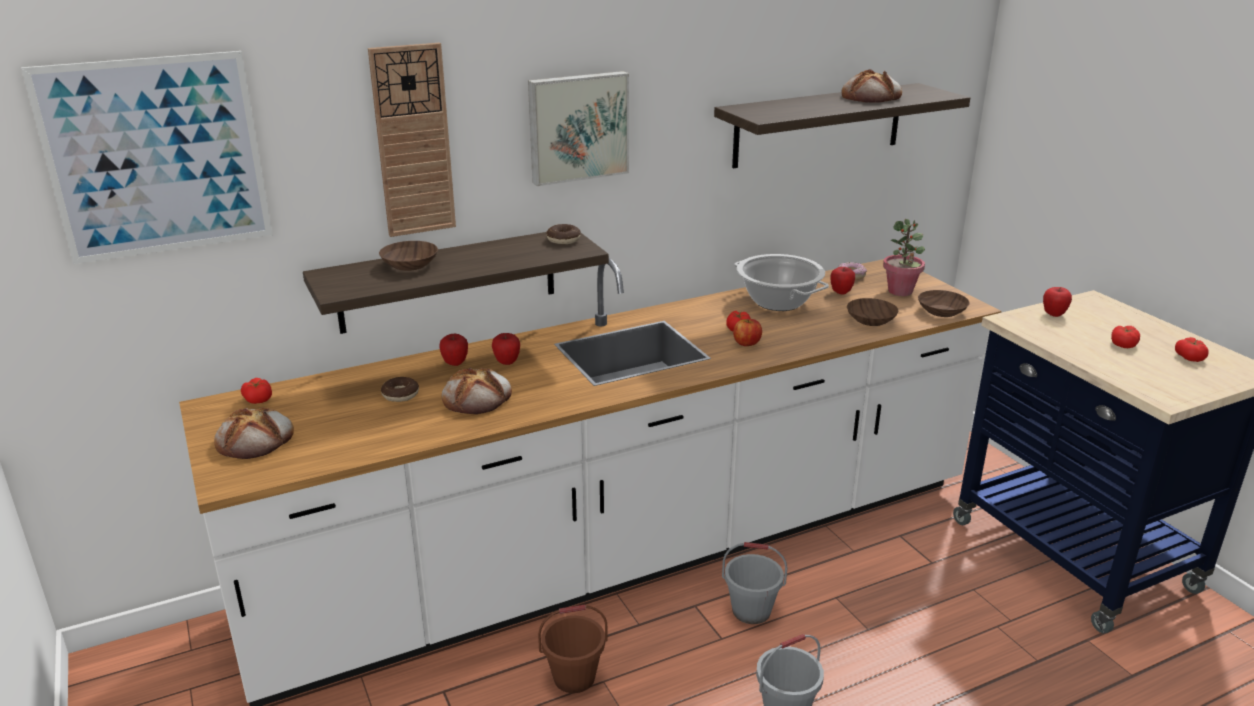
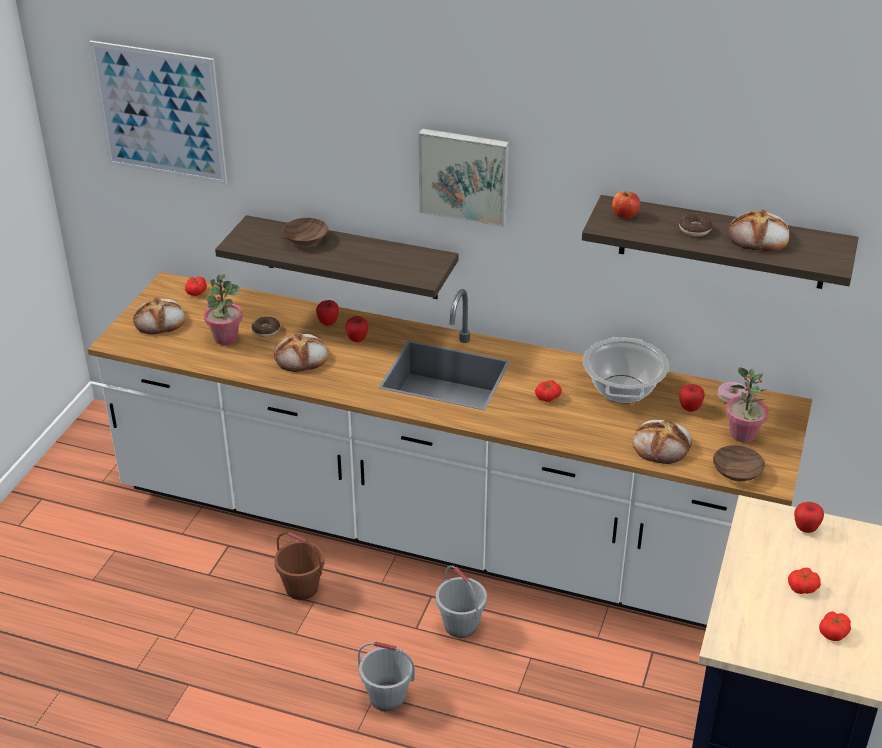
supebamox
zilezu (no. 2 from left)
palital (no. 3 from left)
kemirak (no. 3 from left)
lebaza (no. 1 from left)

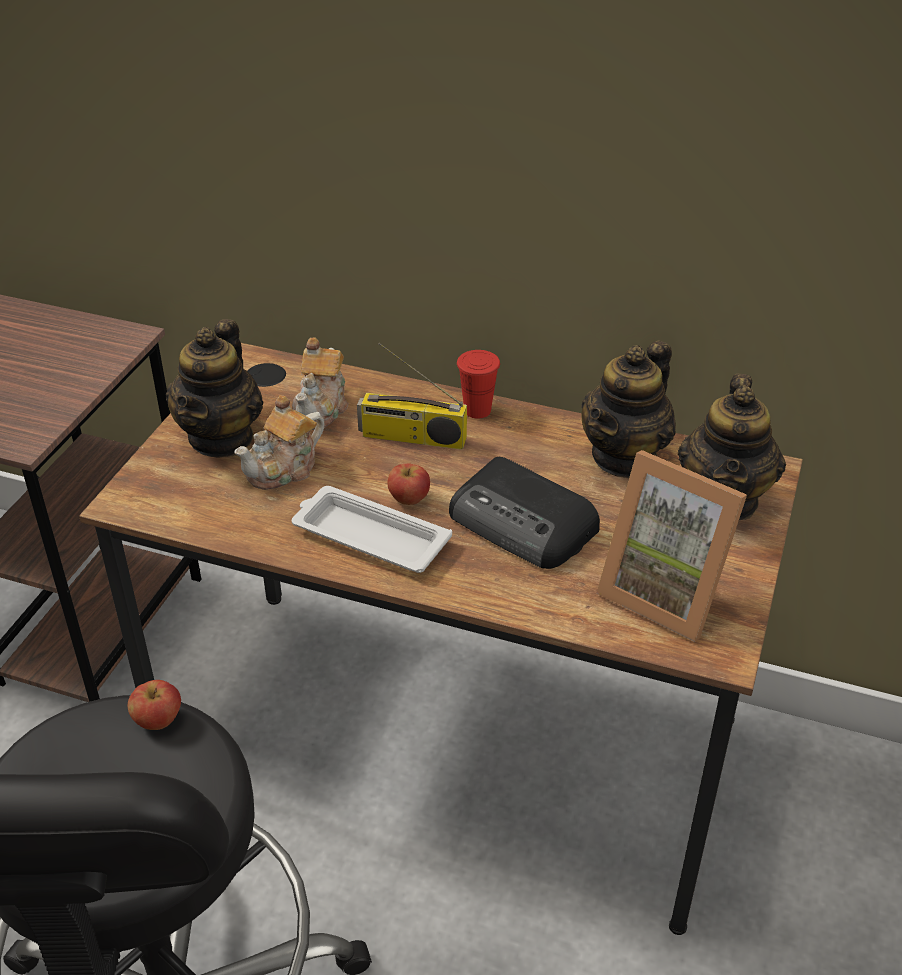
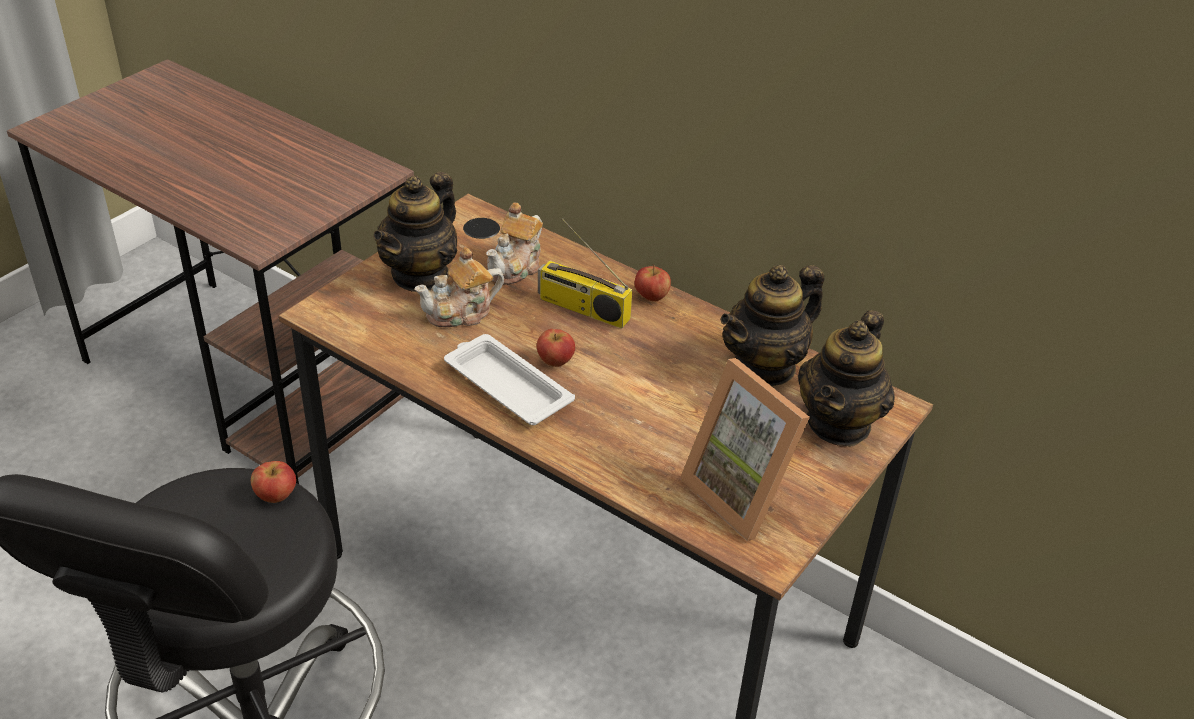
kemirak (no. 3 from left)
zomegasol (no. 2 from left in the first image)

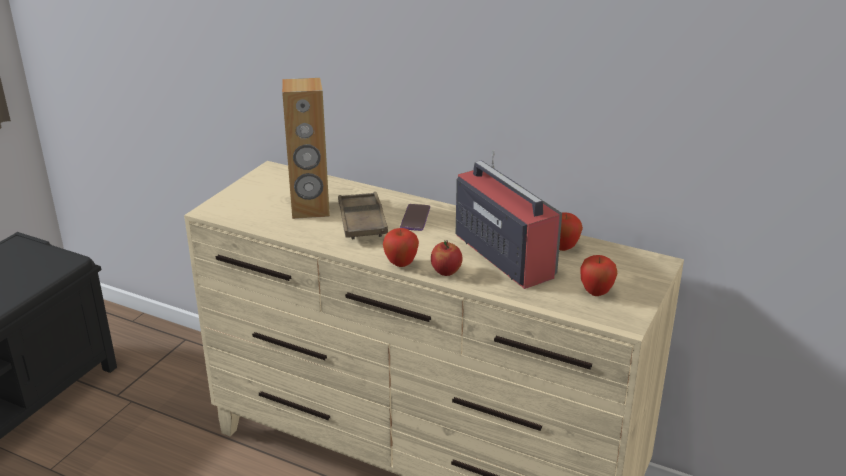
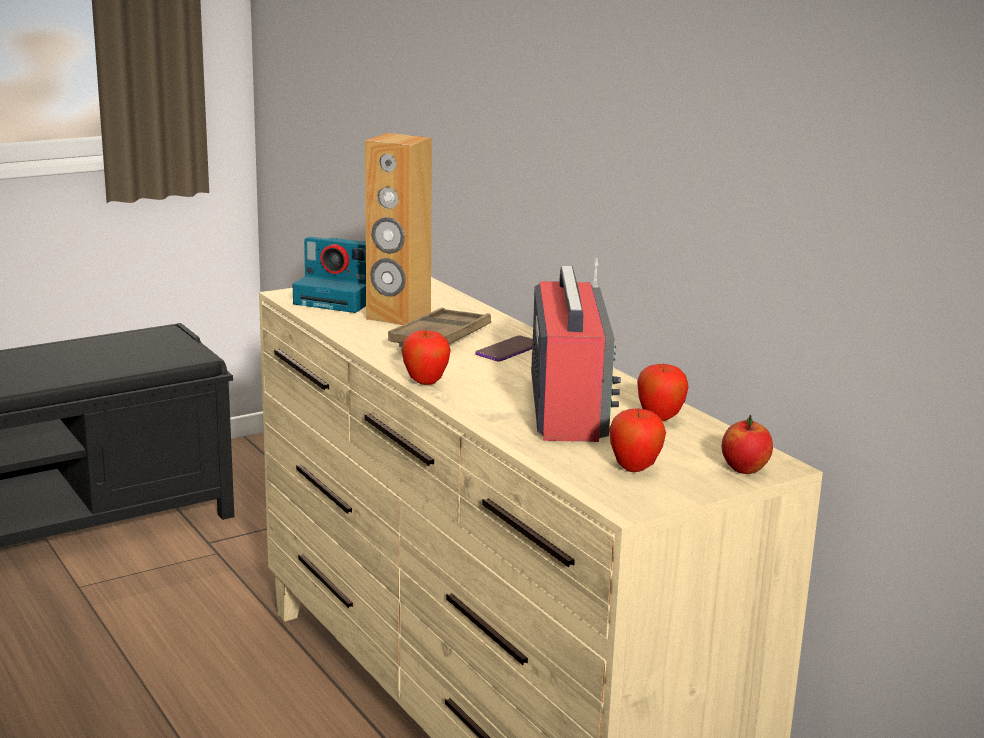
kemirak (no. 4 from left)
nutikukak

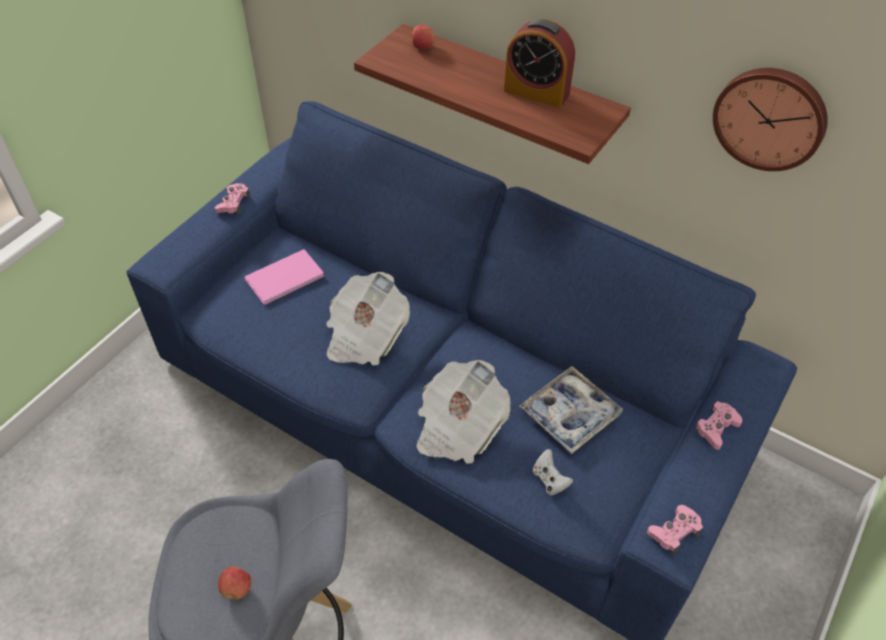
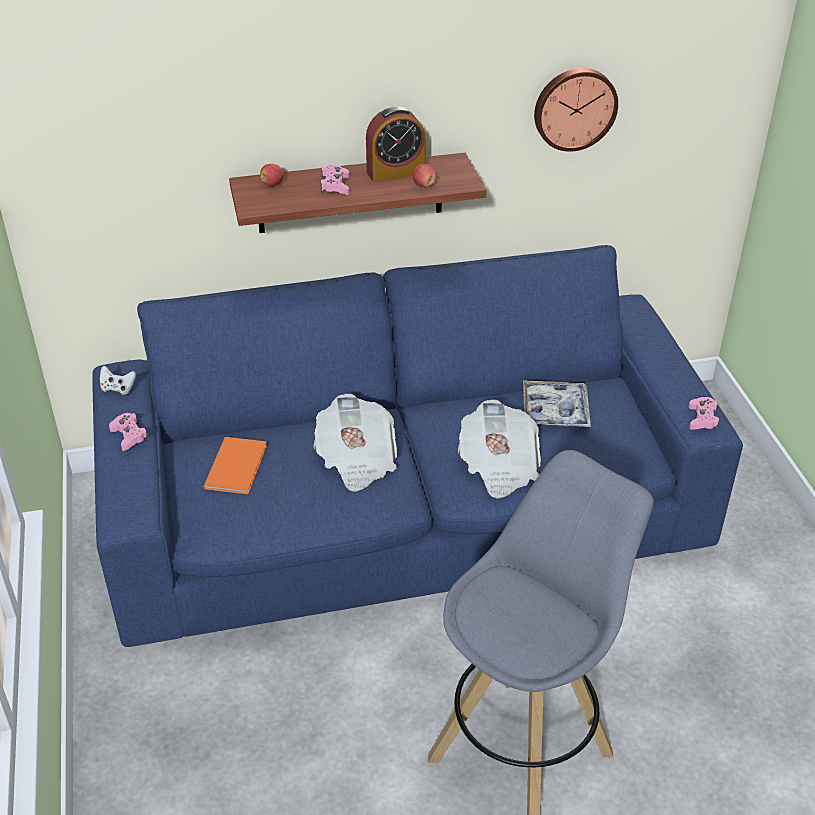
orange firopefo
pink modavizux (no. 2 from left)
white modavizux
kemirak (no. 2 from left)

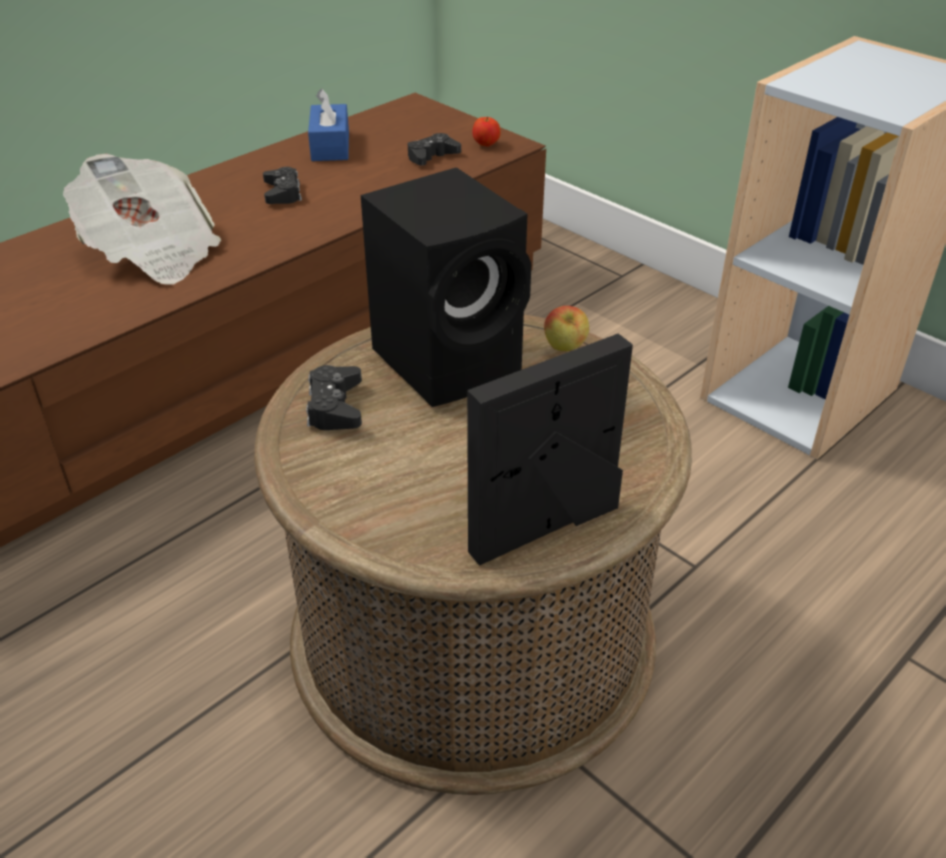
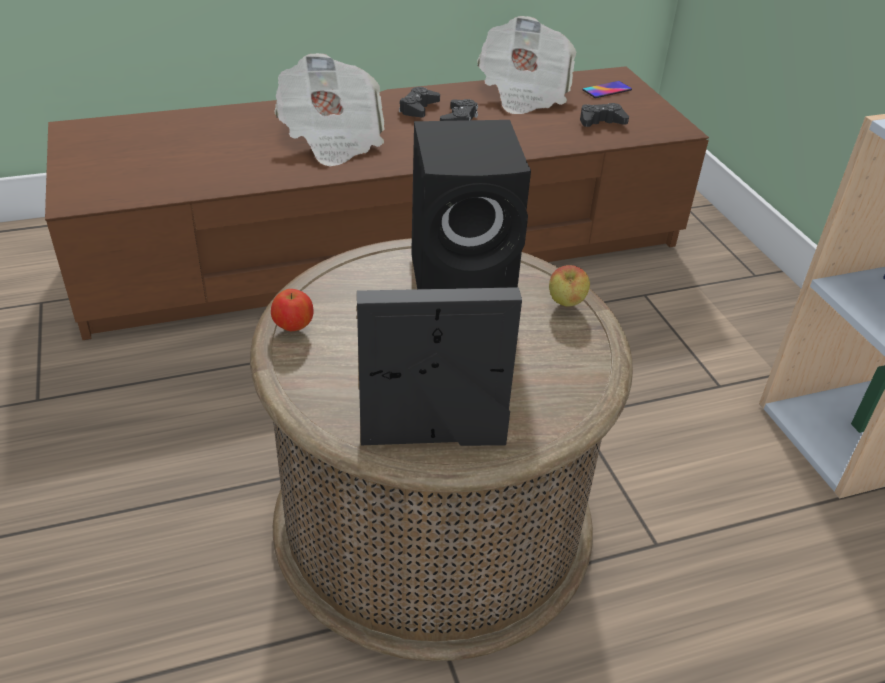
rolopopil (no. 2 from left)
kemirak (no. 1 from left)
black modavizux (no. 1 from left)
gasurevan

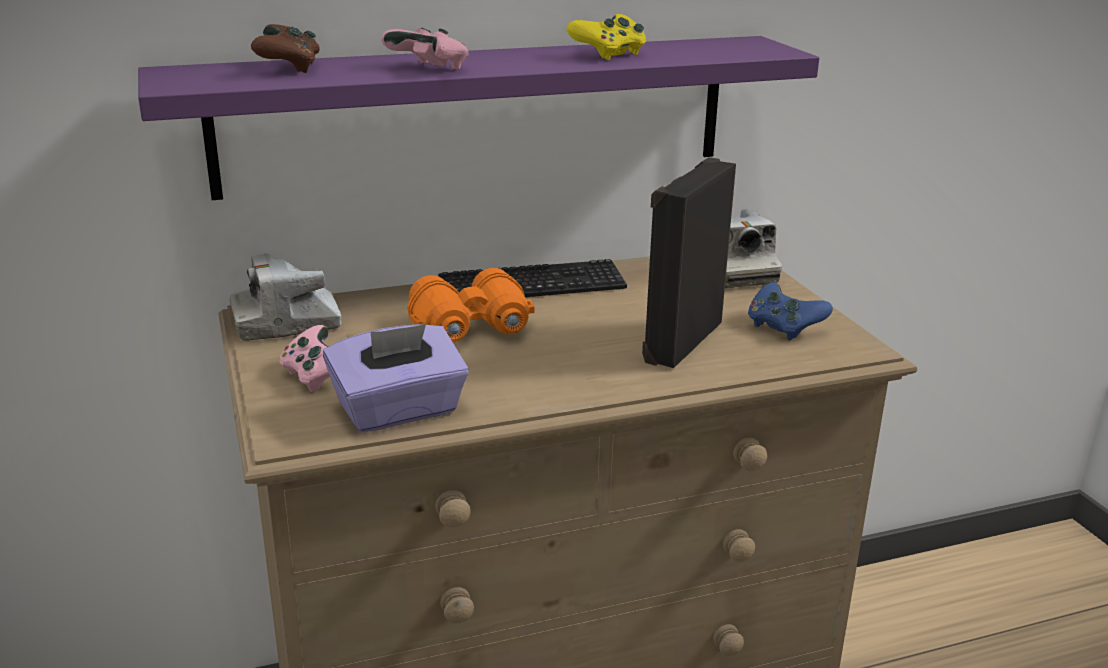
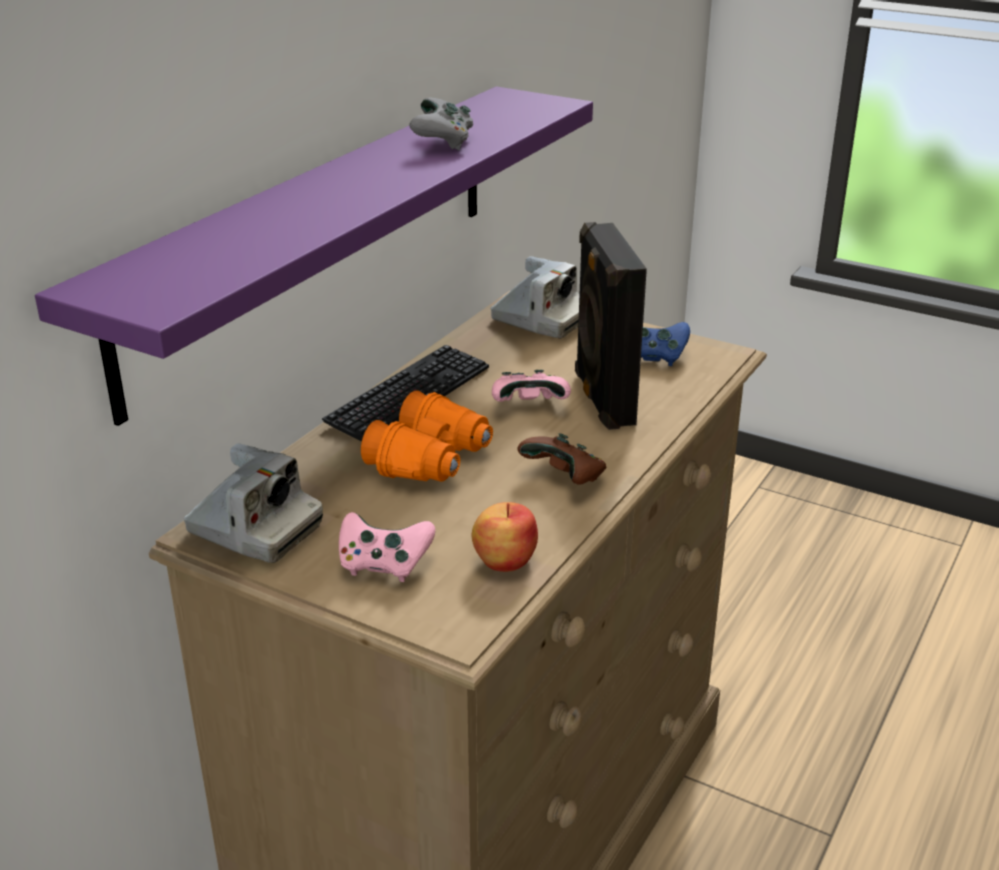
grey modavizux
brown modavizux
pink modavizux (no. 2 from left)
nutikukak (no. 1 from left)
kemirak

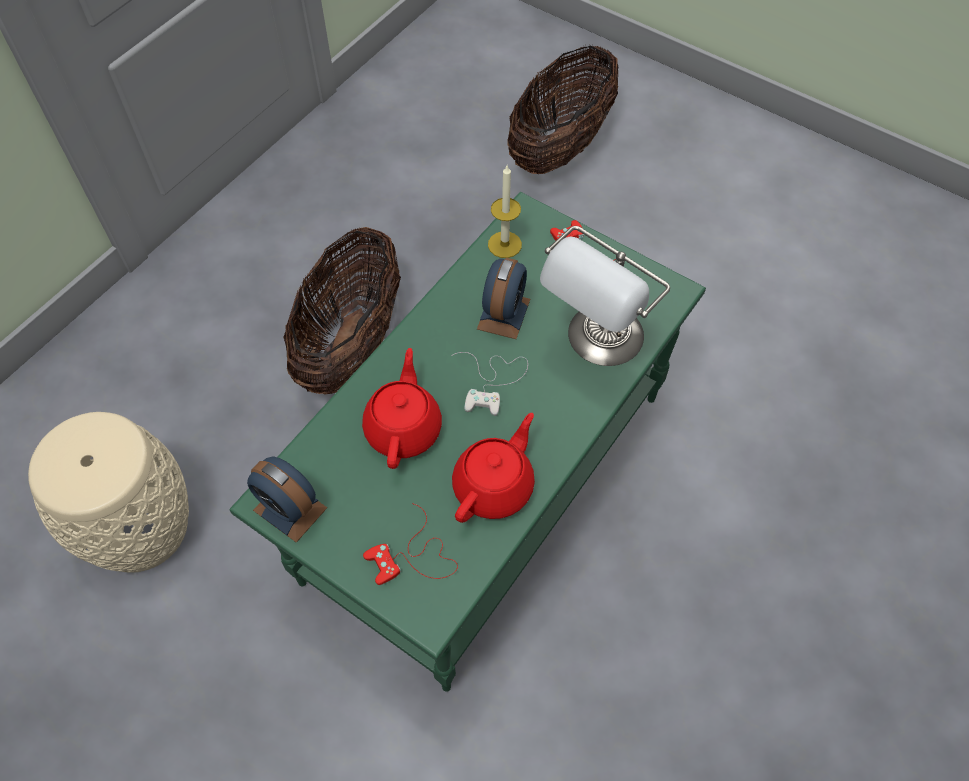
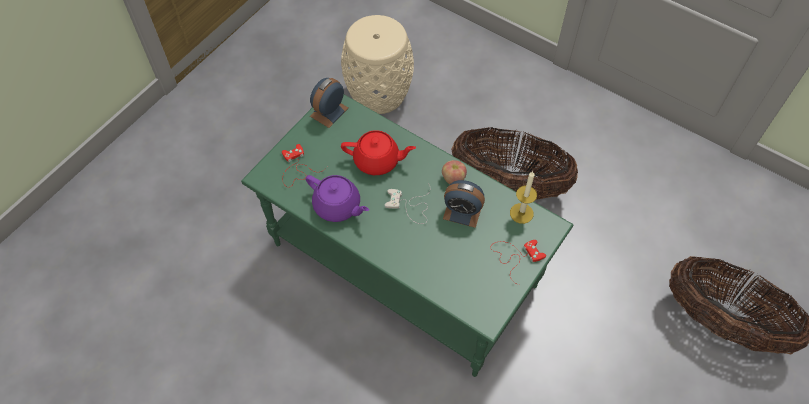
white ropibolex
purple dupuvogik
kemirak

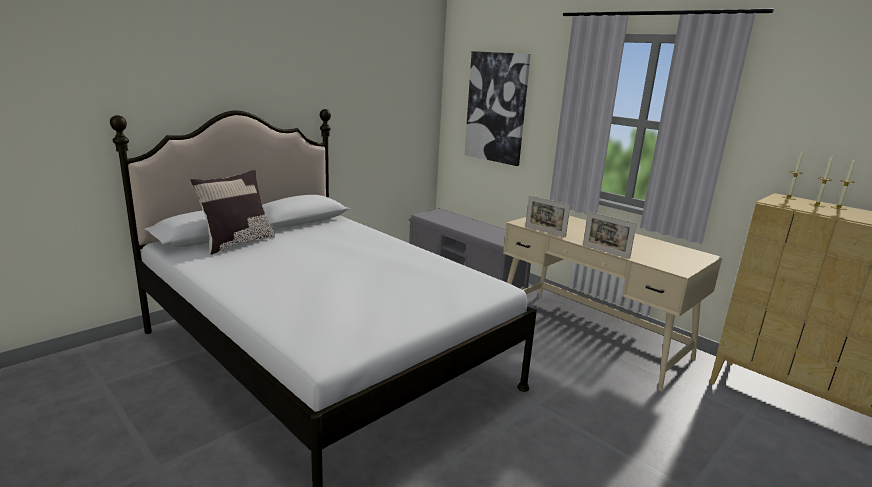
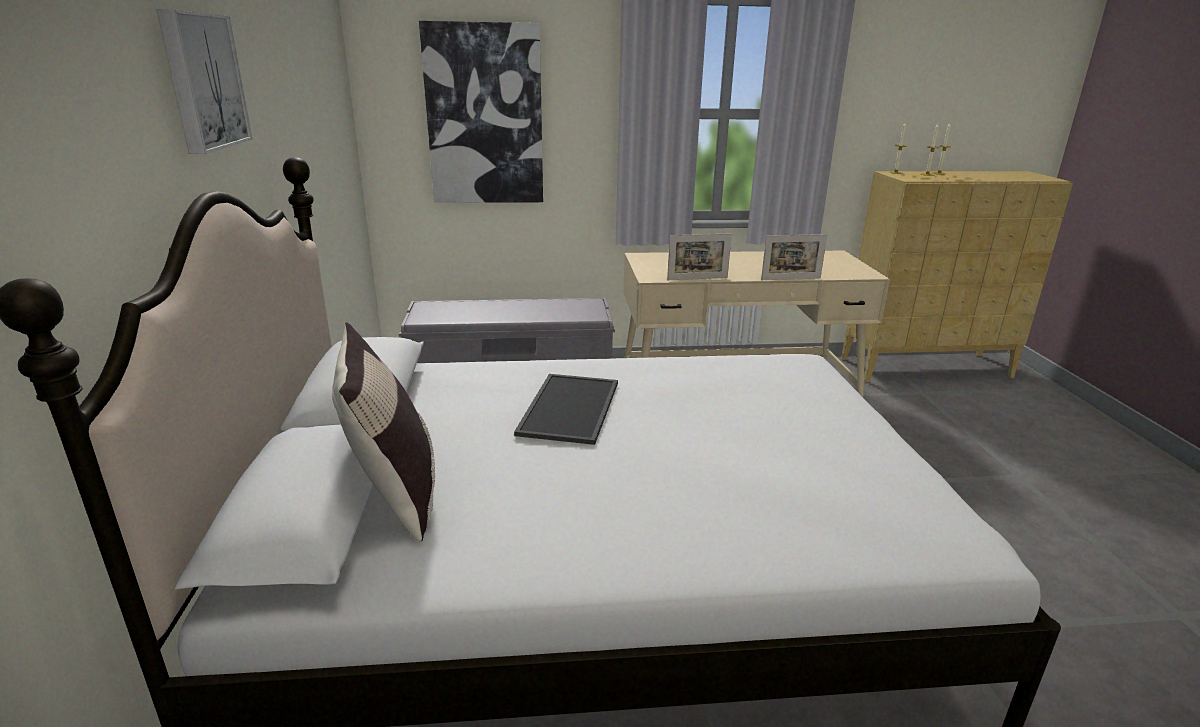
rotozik (no. 1 from left)
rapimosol

